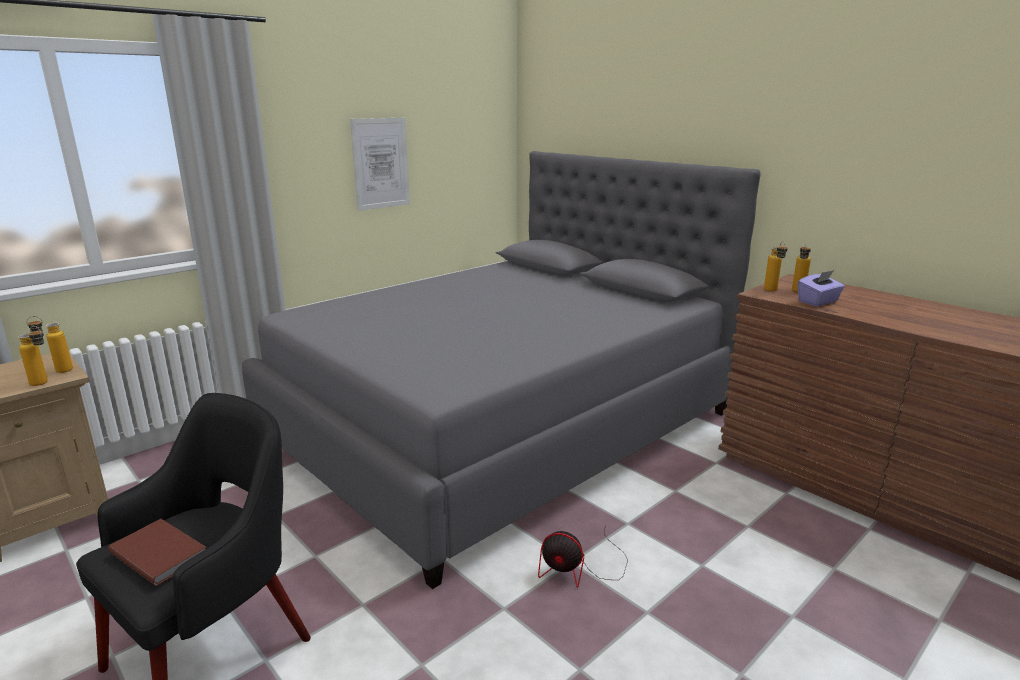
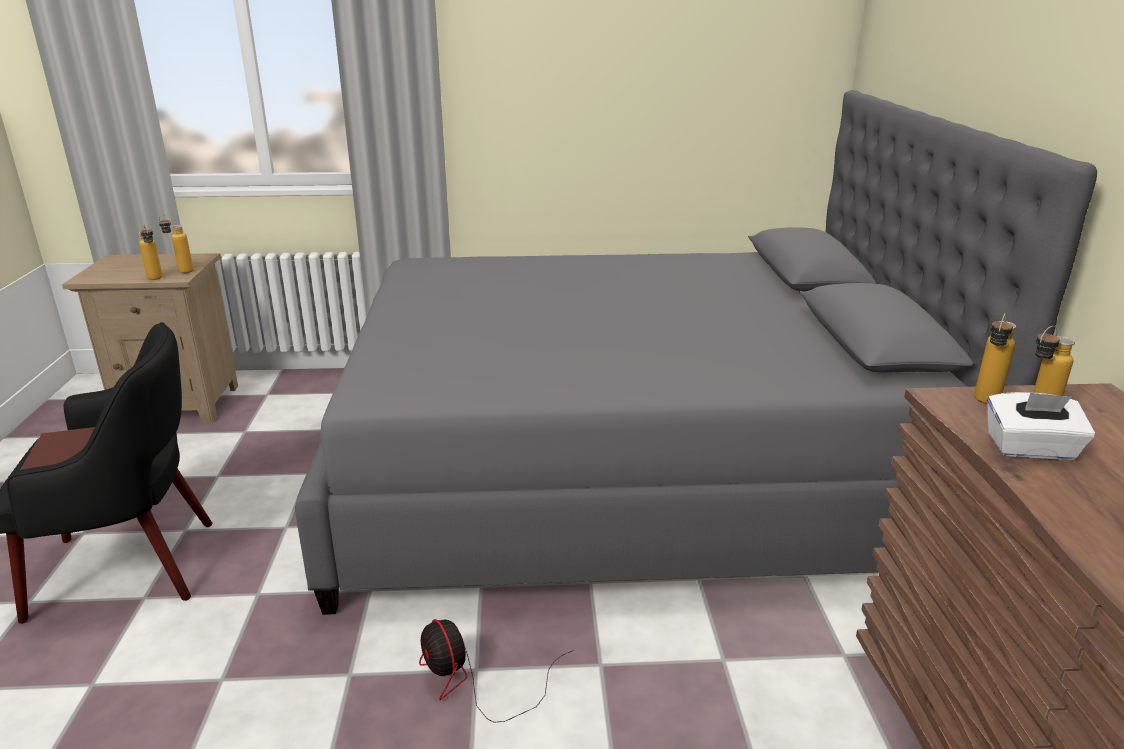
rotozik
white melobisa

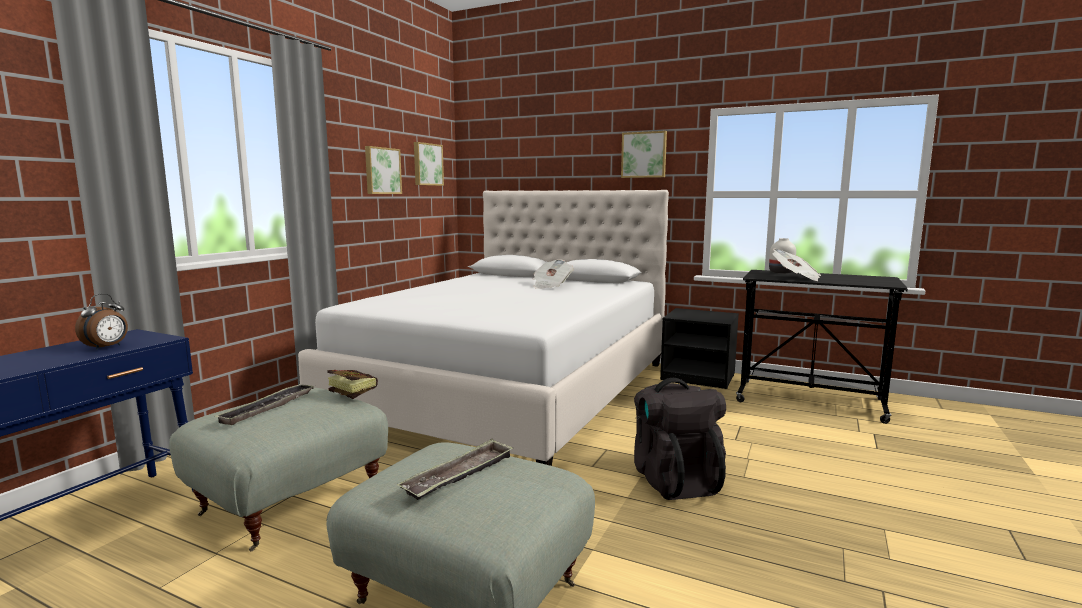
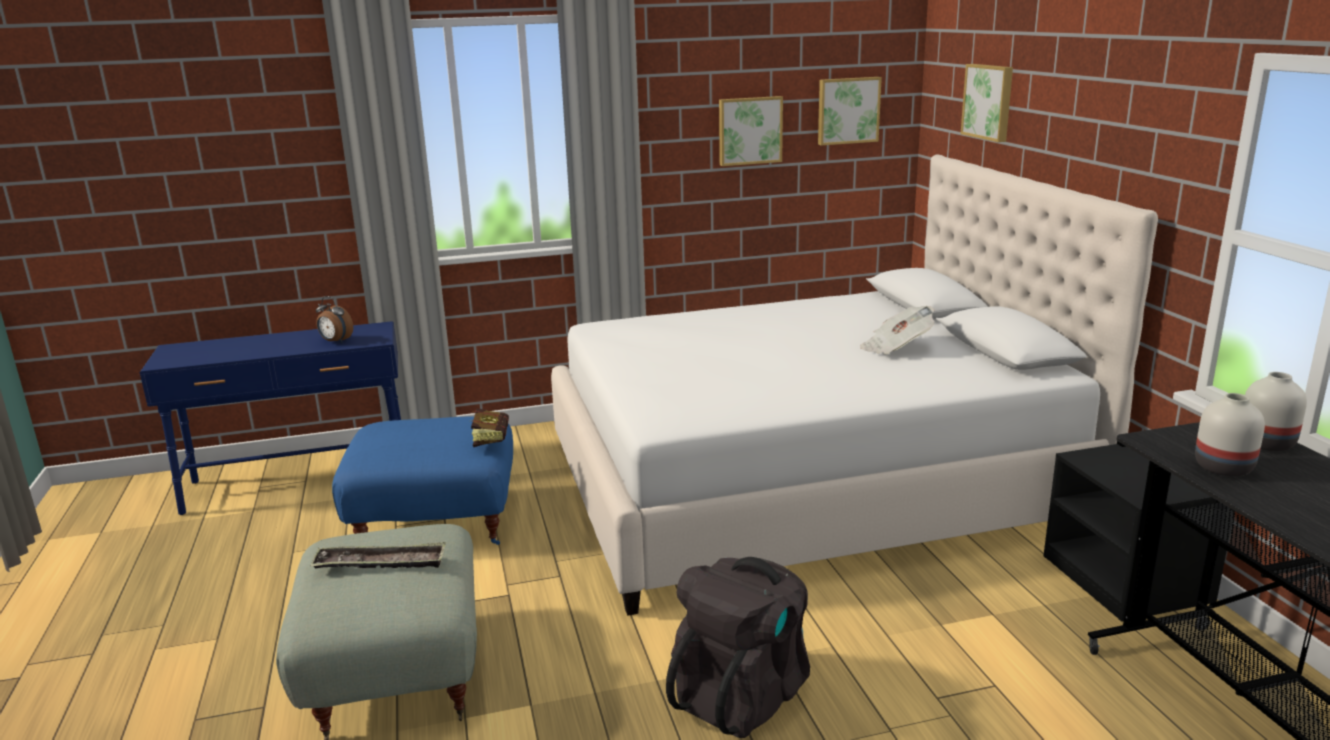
rotozik (no. 3 from left)
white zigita (no. 1 from left)
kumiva
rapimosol (no. 1 from left in the first image)
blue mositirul

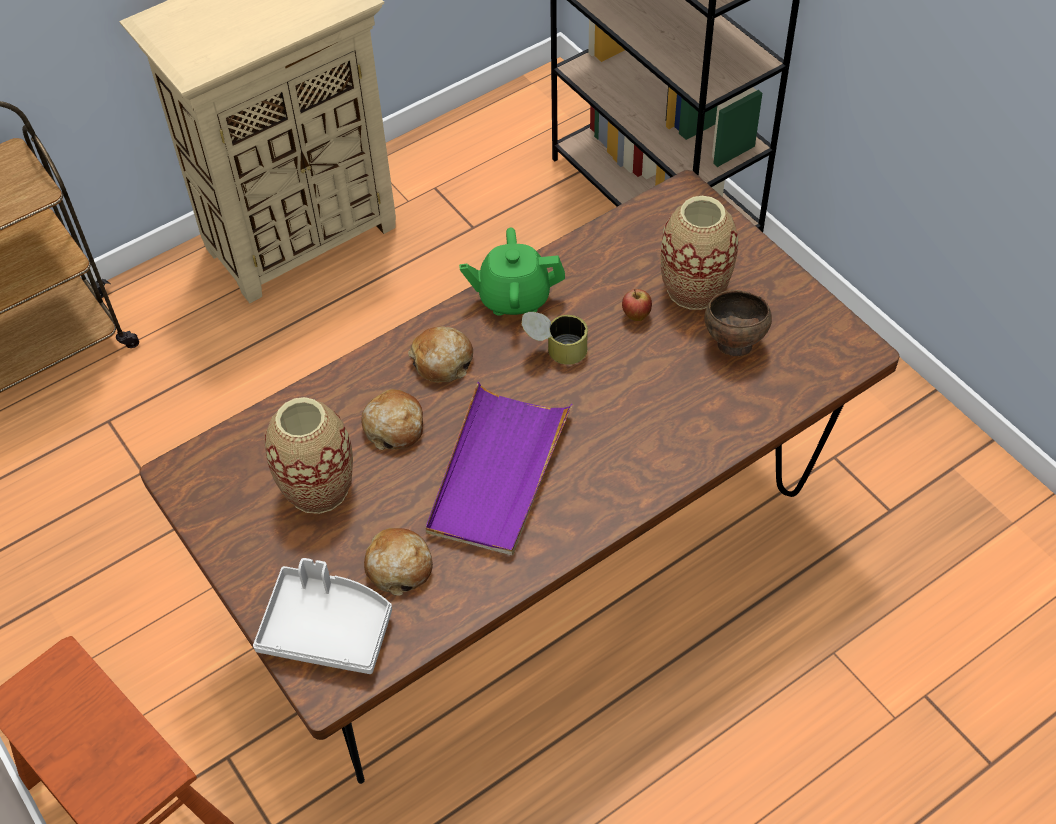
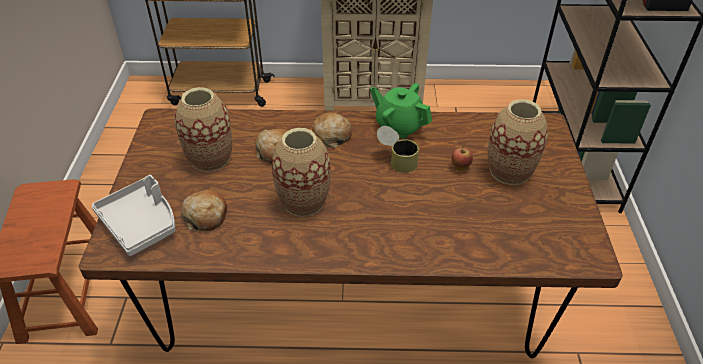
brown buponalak
zigita (no. 2 from left)

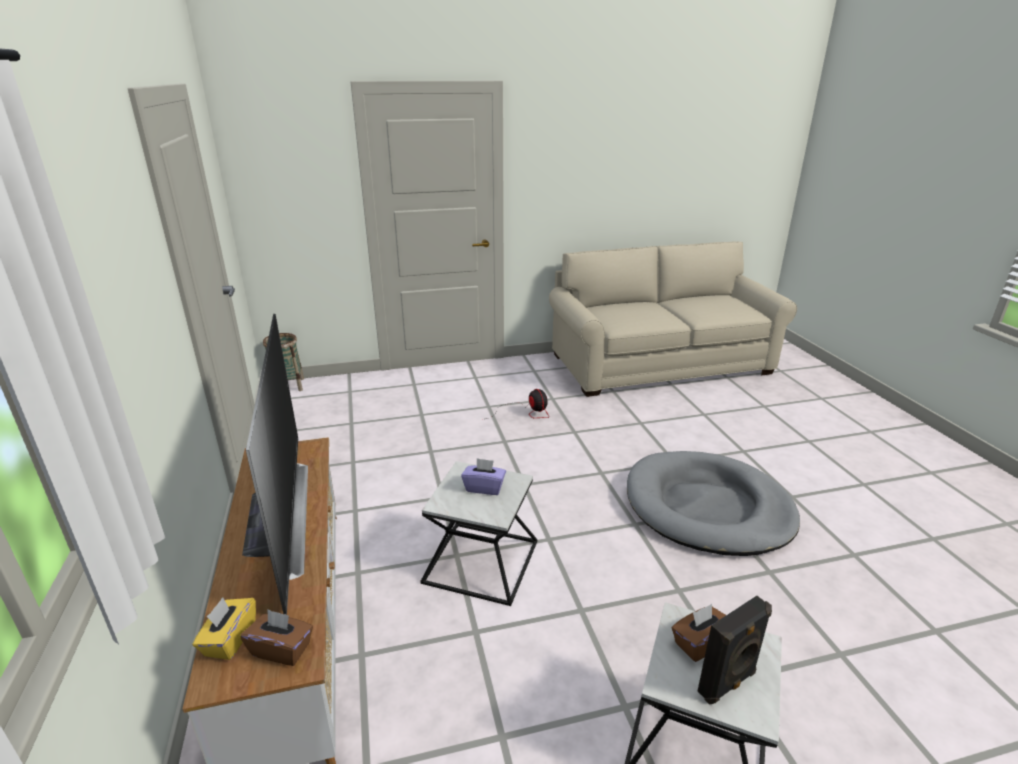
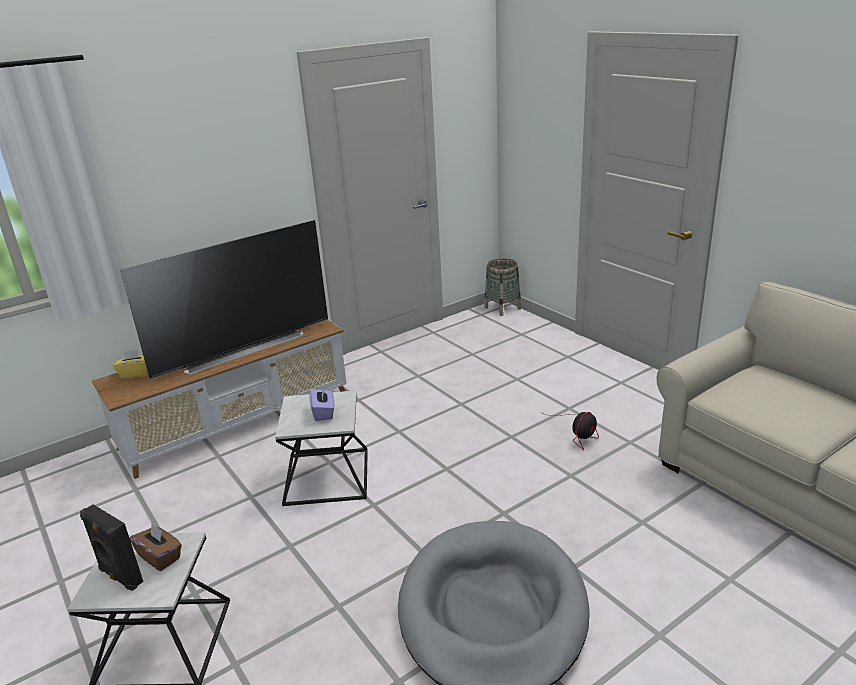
brown melobisa (no. 1 from left in the first image)

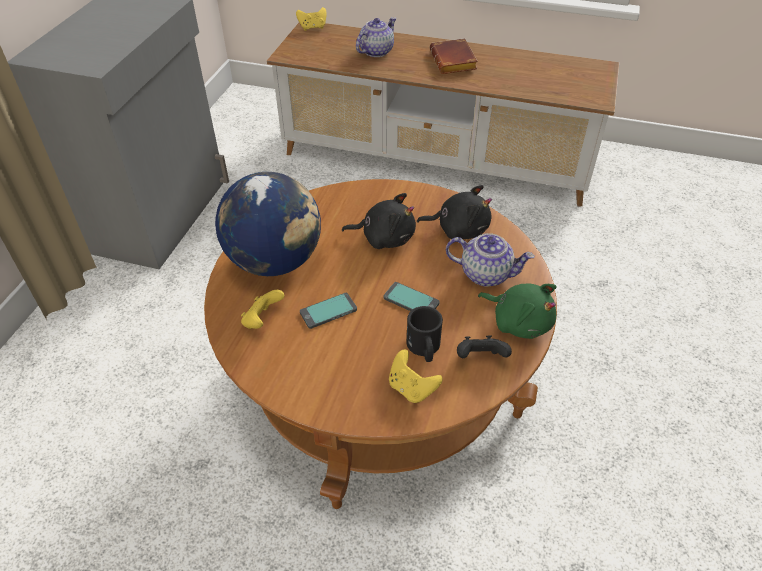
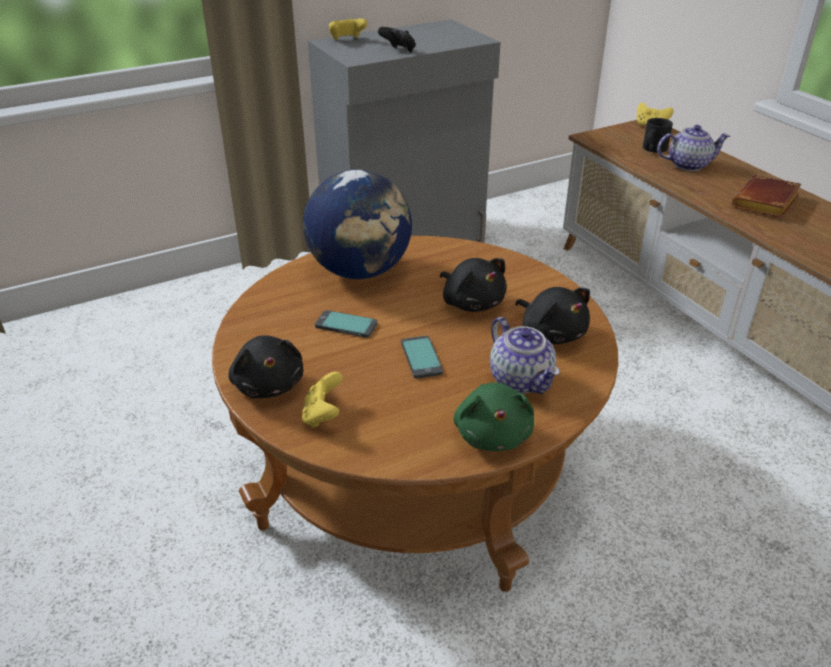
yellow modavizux (no. 2 from left)
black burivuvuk
black modavizux
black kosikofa (no. 1 from left)

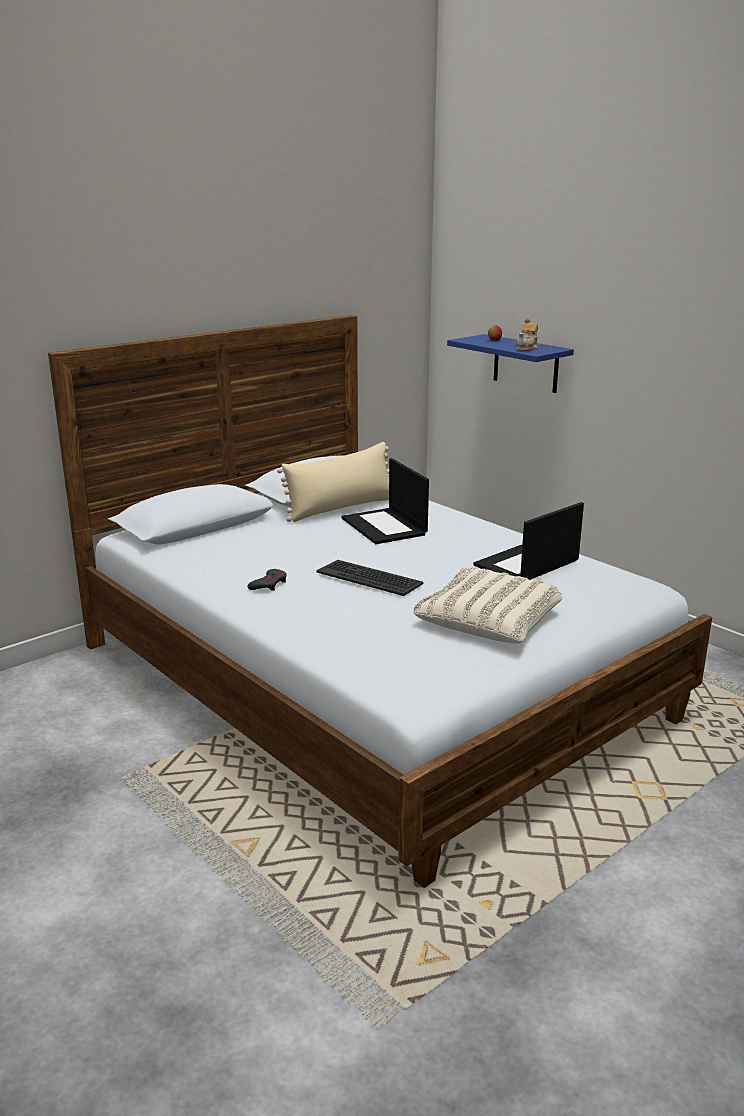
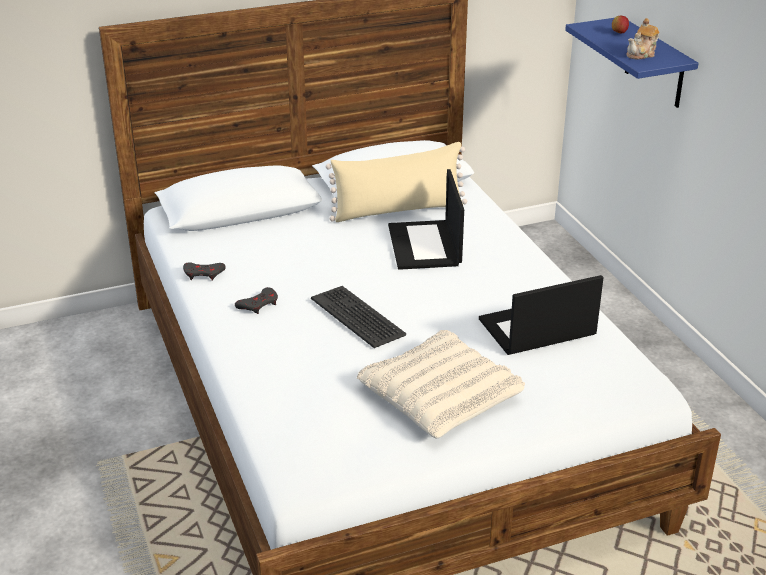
grey modavizux (no. 1 from left)

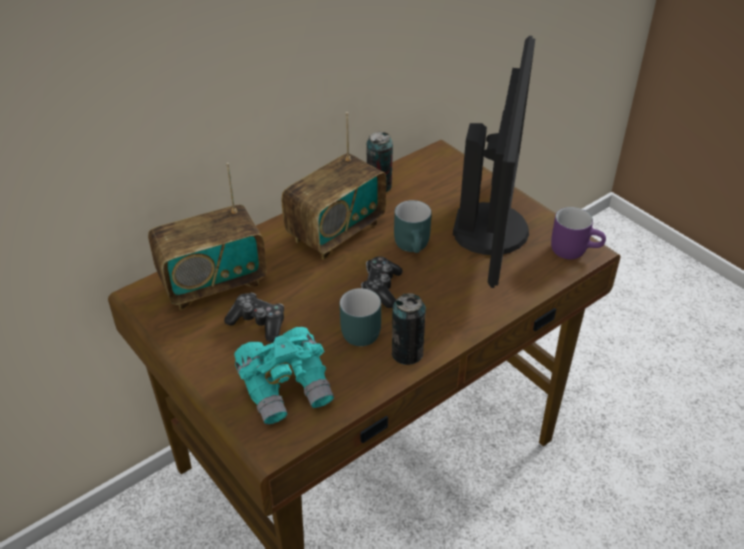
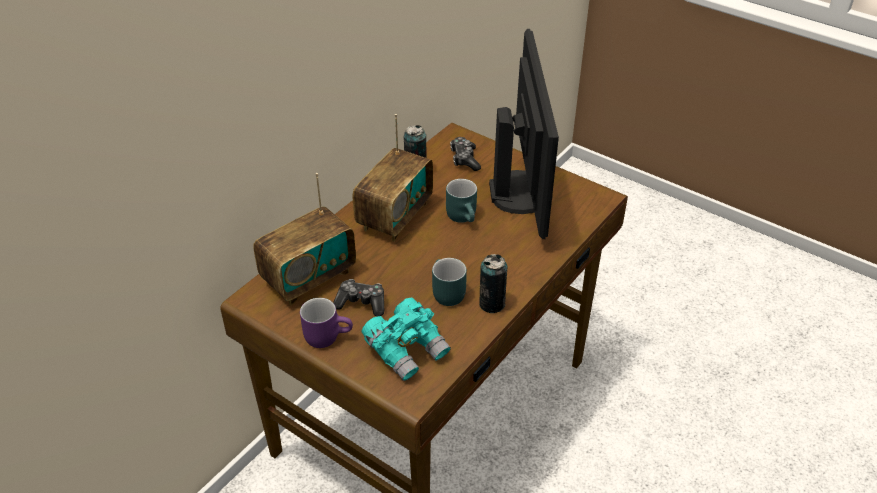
purple burivuvuk
modavizux (no. 2 from left)

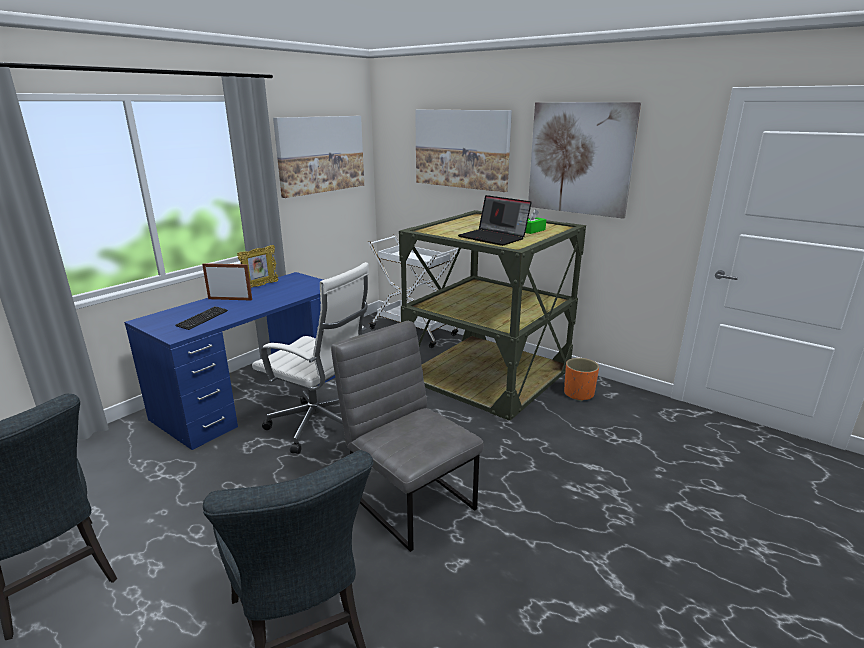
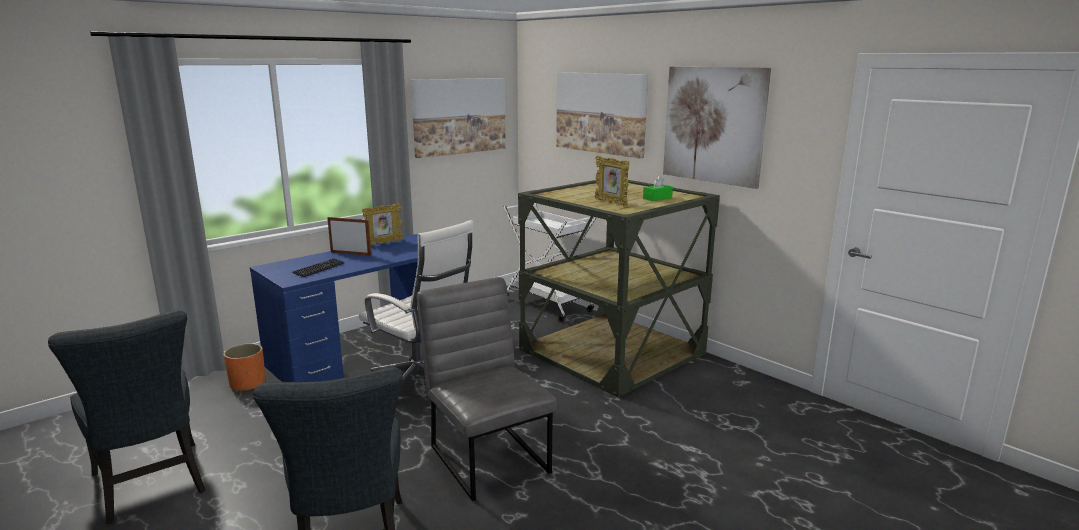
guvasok (no. 3 from left)
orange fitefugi

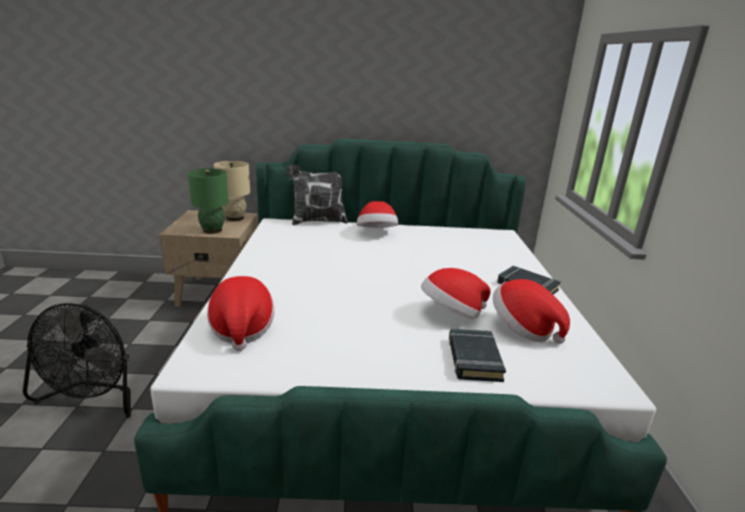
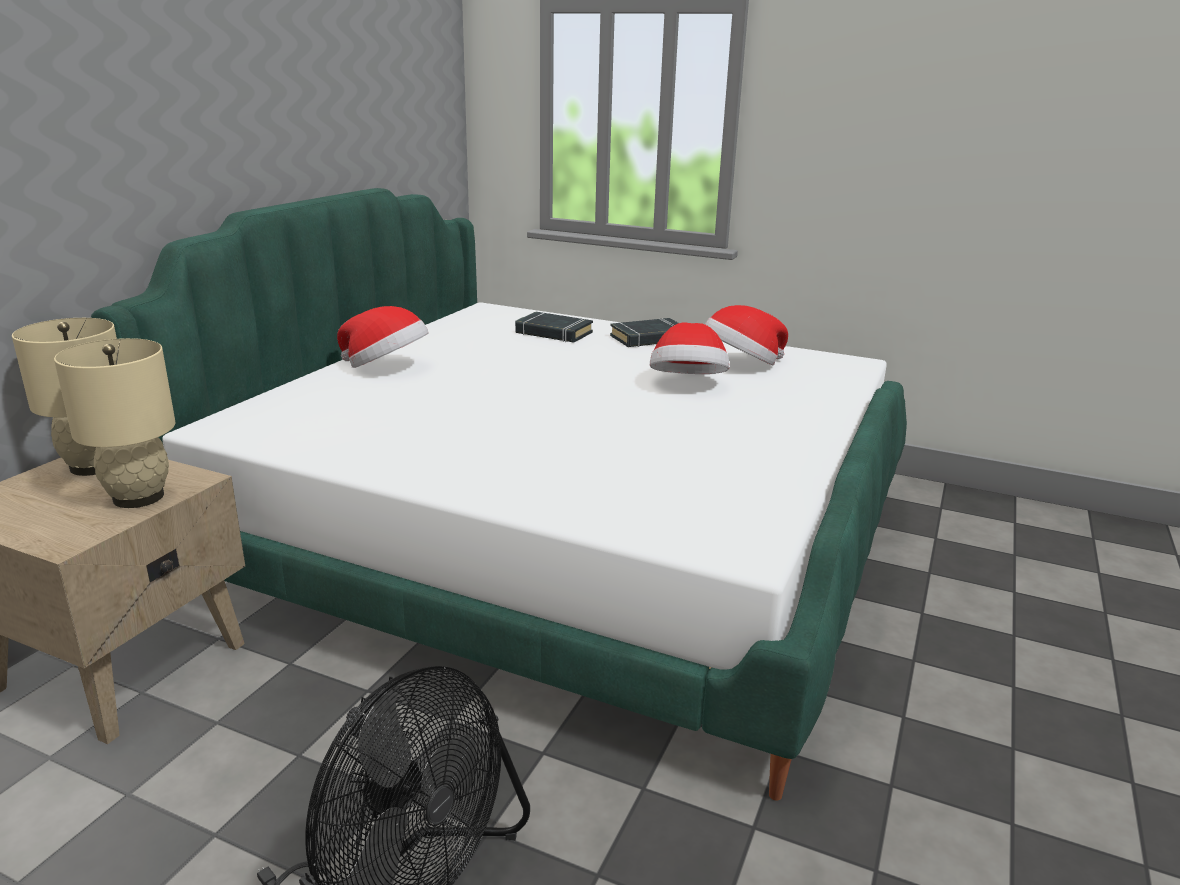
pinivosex
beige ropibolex (no. 2 from left)
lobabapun (no. 1 from left in the first image)
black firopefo (no. 1 from left)

